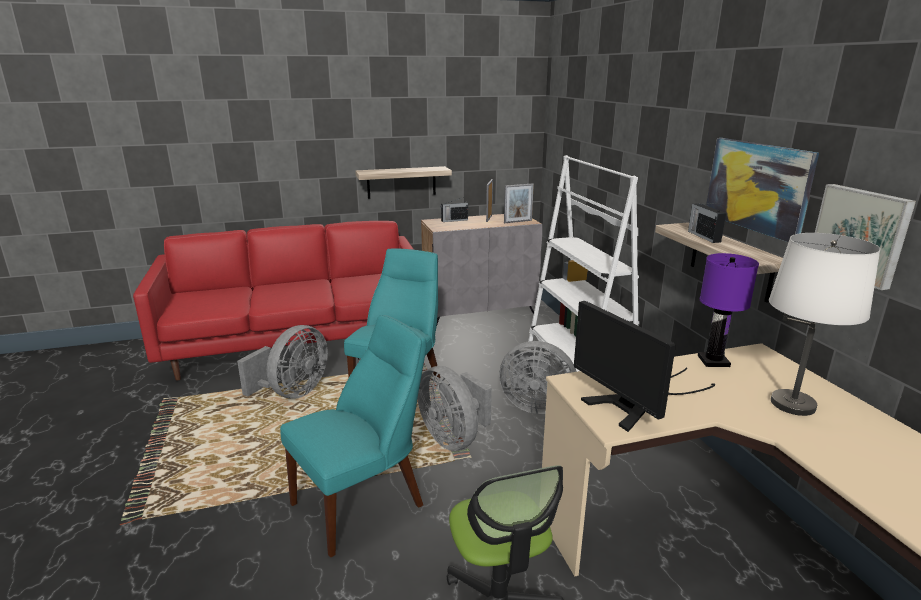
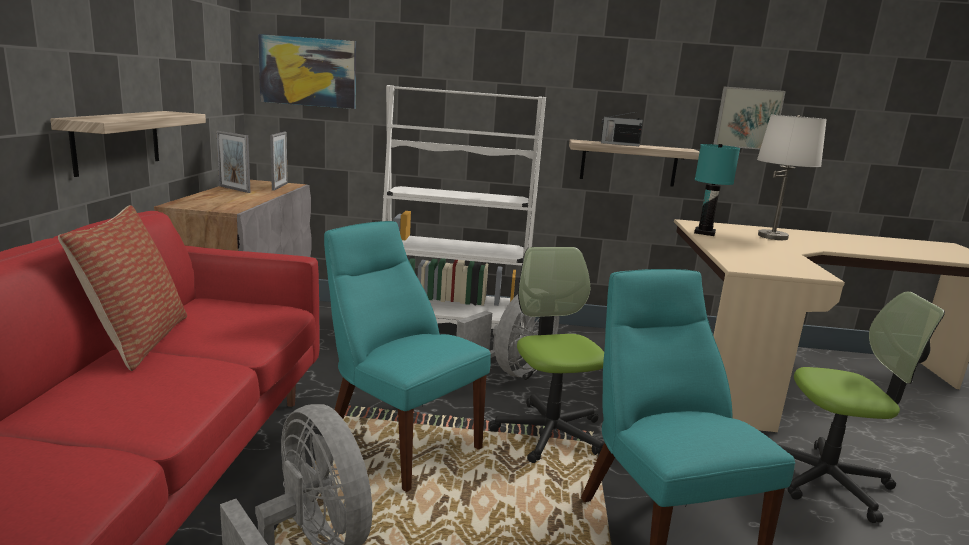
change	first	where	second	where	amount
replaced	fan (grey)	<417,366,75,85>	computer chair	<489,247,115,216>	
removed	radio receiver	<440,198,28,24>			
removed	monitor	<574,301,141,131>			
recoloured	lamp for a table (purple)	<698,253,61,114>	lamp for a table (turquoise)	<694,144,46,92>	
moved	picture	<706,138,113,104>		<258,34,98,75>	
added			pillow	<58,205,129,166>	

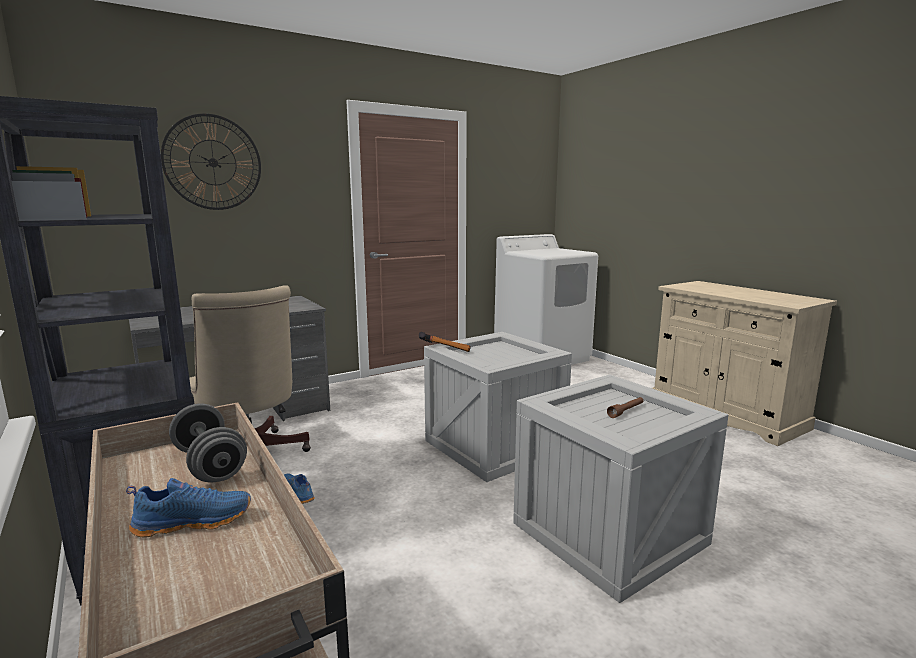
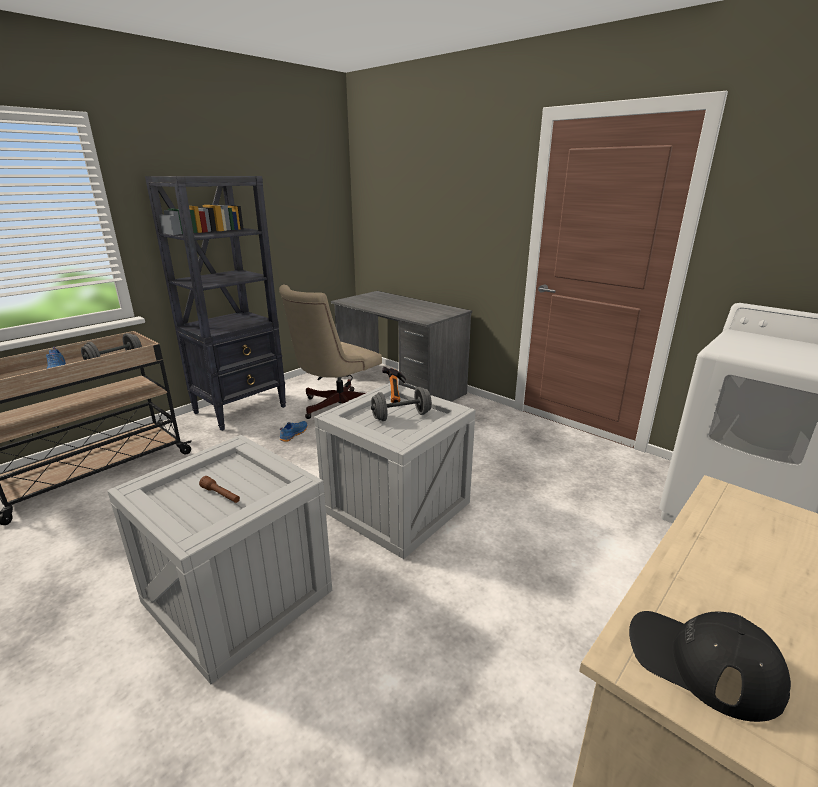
change	first	where	second	where	amount
removed	hanging clock	<161,113,100,97>			
added			free weight (grey)	<371,387,61,34>	
added			baseball cap (black-coloured)	<629,611,162,111>	

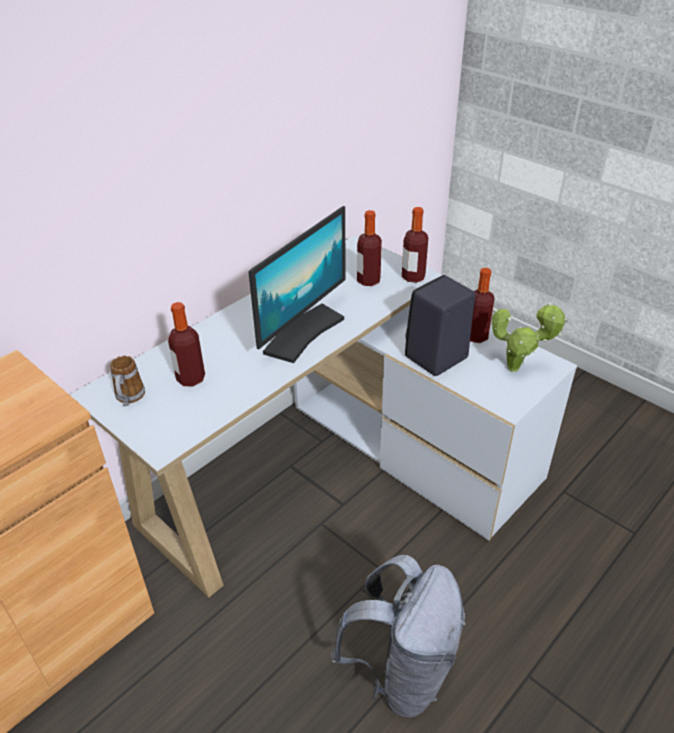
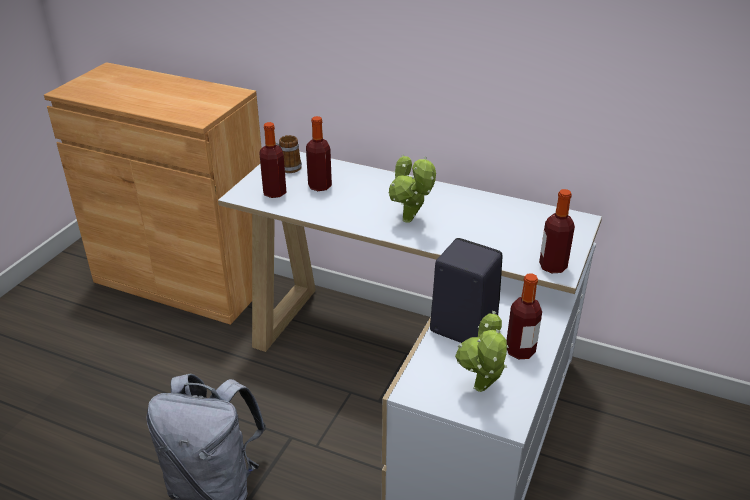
change	first	where	second	where	amount
replaced	monitor	<248,206,98,157>	houseplant	<388,155,48,68>	
moved	drink bottle	<357,210,25,76>		<259,122,27,76>	

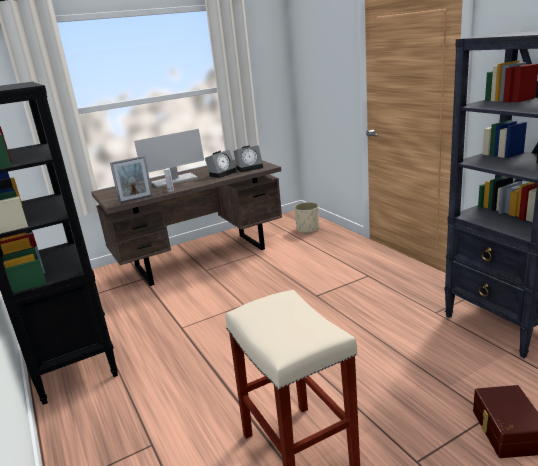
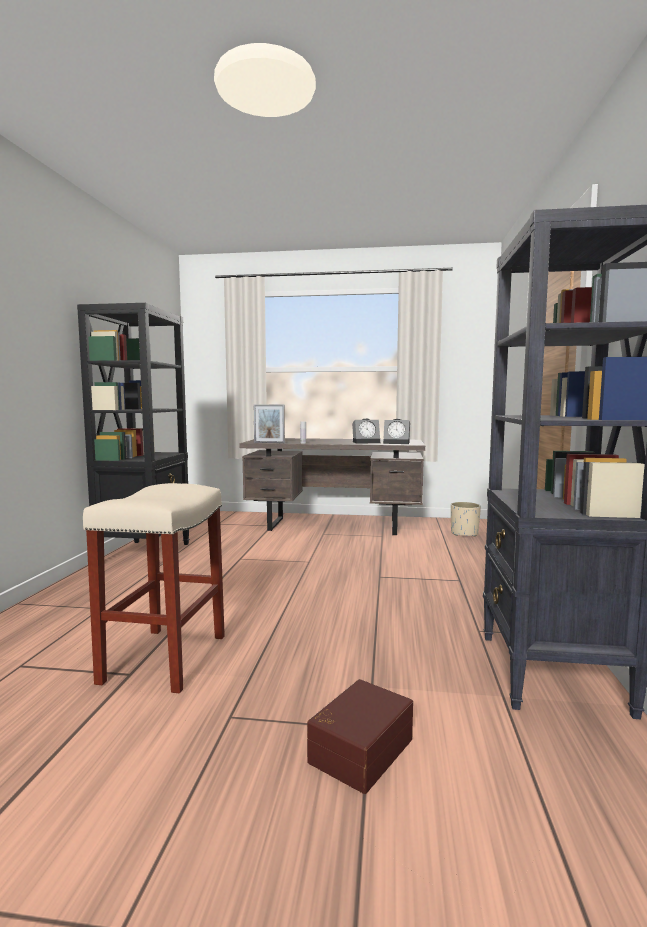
change	first	where	second	where	amount
removed	monitor	<134,129,70,58>			

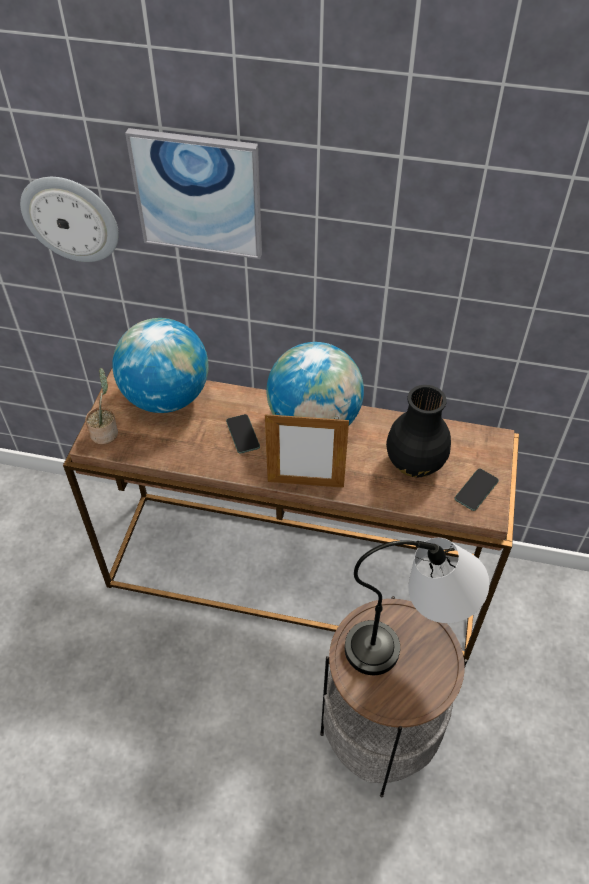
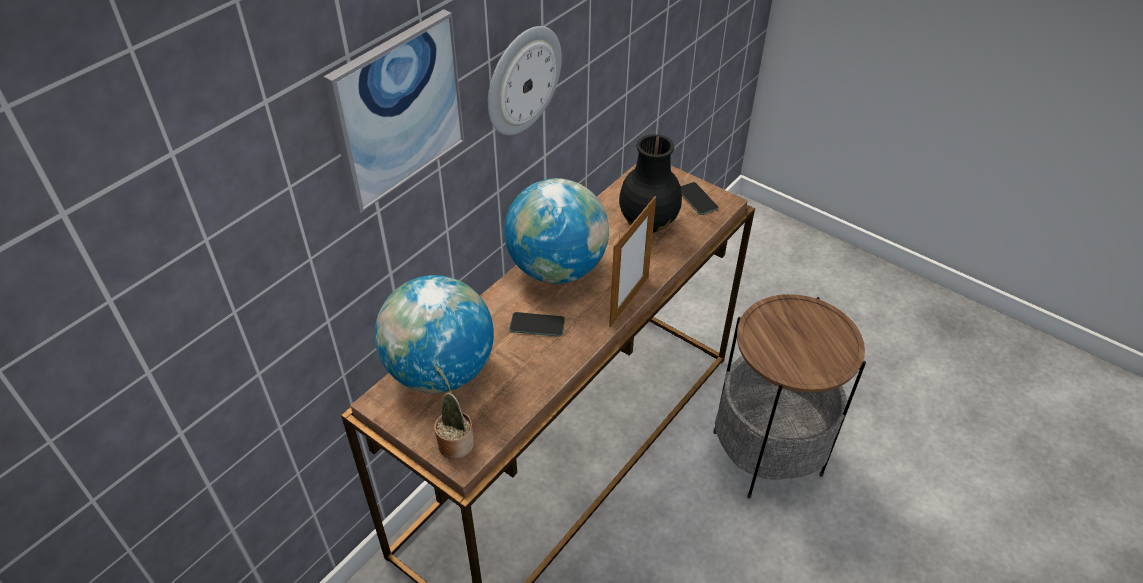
change	first	where	second	where	amount
moved	hanging clock	<20,177,99,85>		<488,26,74,109>	
removed	lamp for a table	<345,538,144,137>			

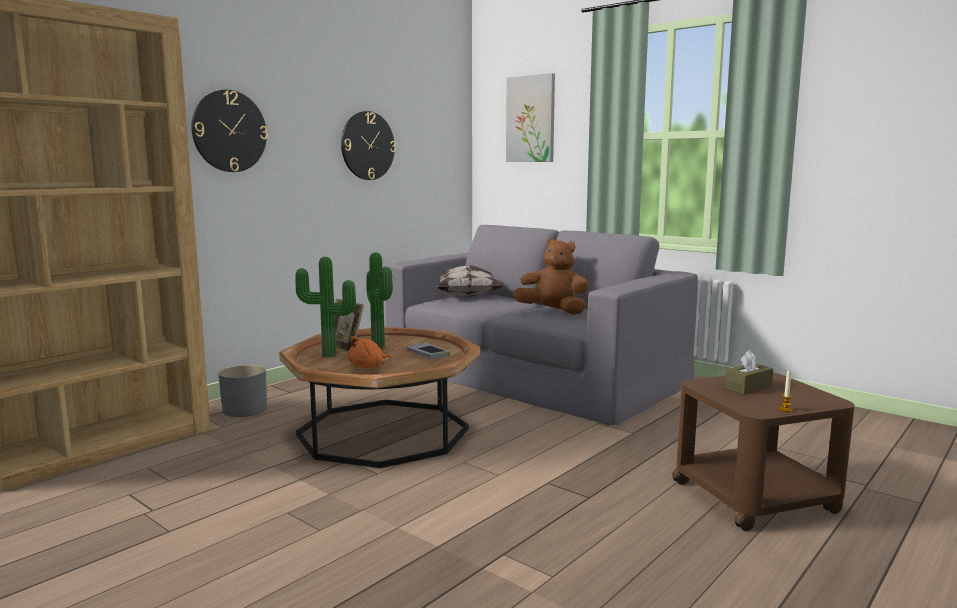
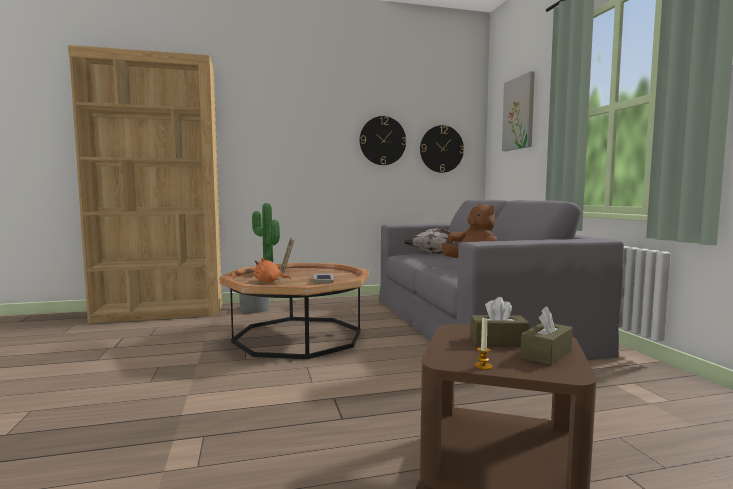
change	first	where	second	where	amount
moved	hanging clock	<191,90,77,82>		<420,125,44,48>	
removed	houseplant	<367,252,26,97>			
added			tissue holder (brownish)	<520,306,53,59>	

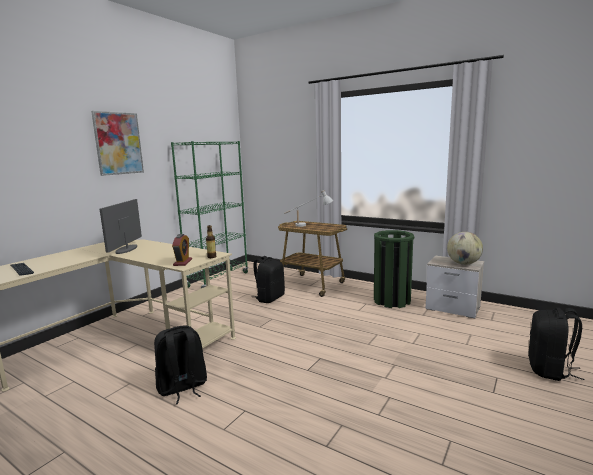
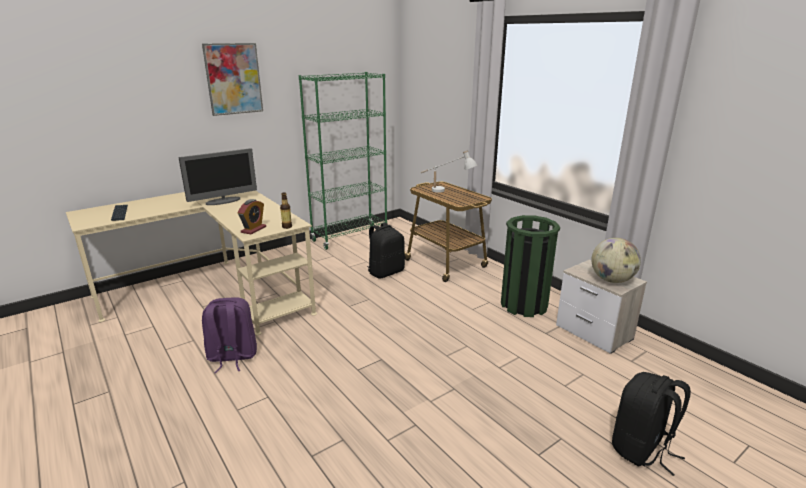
change	first	where	second	where	amount
turned	monitor	<99,199,43,55>		<179,148,78,57>	150 degrees counterclockwise
recoloured	backpack (black-coloured)	<154,325,53,79>	backpack (purple)	<202,297,55,76>	

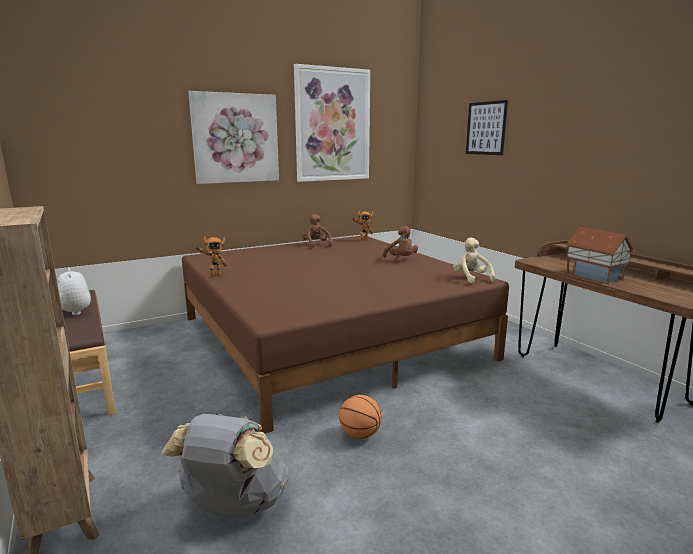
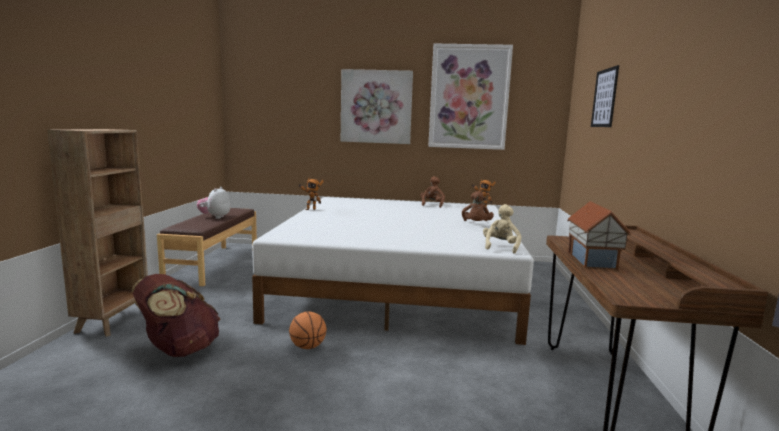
change	first	where	second	where	amount
recoloured	backpack (grey)	<162,414,127,103>	backpack (brownish)	<132,274,89,83>	
recoloured	bedroom bed (brownish)	<182,235,327,199>	bedroom bed (white-coloured)	<252,197,282,148>	

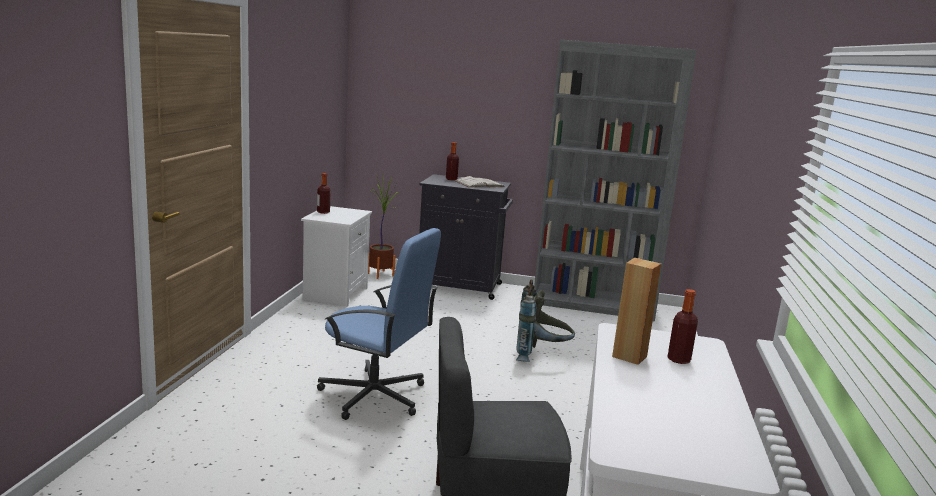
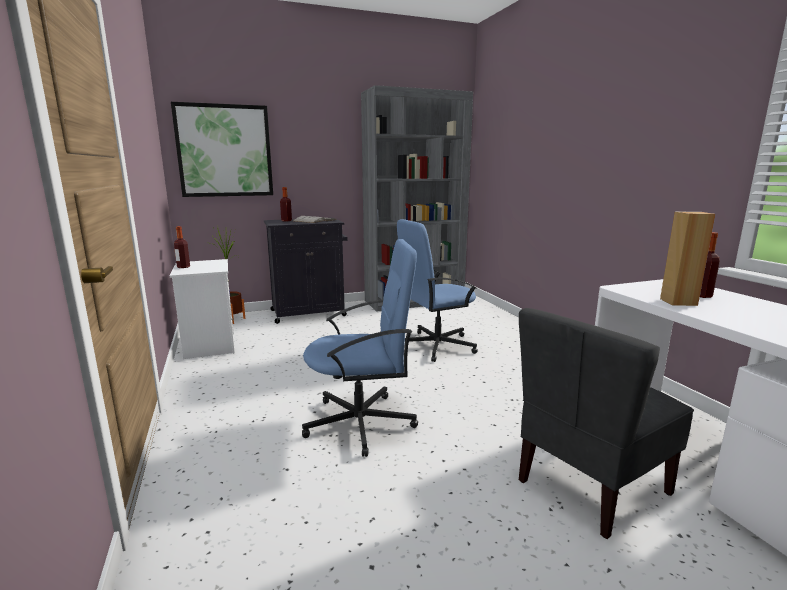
change	first	where	second	where	amount
replaced	backpack (grey)	<516,279,59,83>	computer chair (bluish)	<397,219,81,143>	
added			picture	<171,102,102,95>	

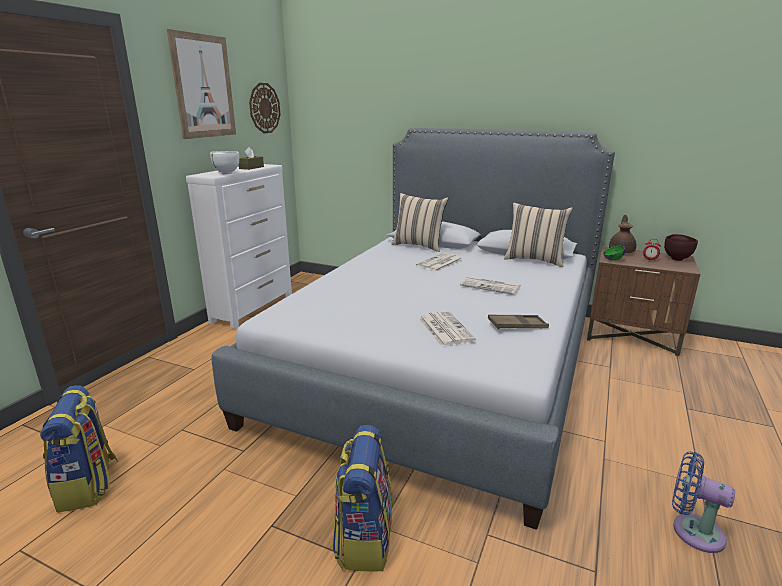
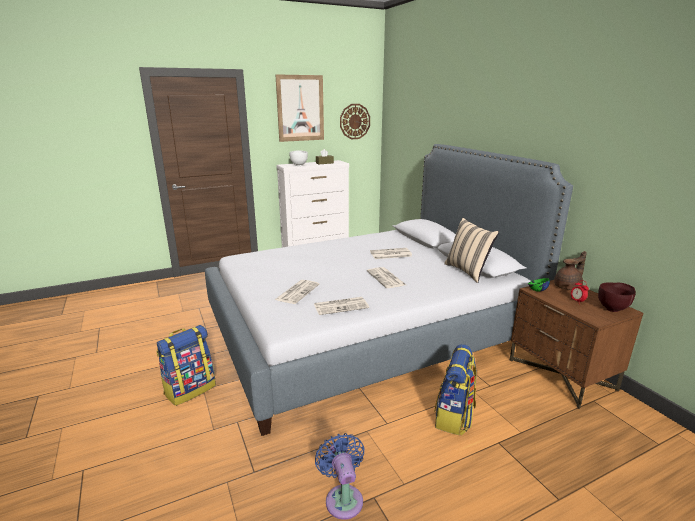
change	first	where	second	where	amount
moved	backpack	<40,385,78,127>		<435,344,42,92>	
removed	pillow (beige)	<391,193,57,59>			
replaced	carrying tray (brownish)	<488,314,61,15>	printed paper	<314,297,55,18>	

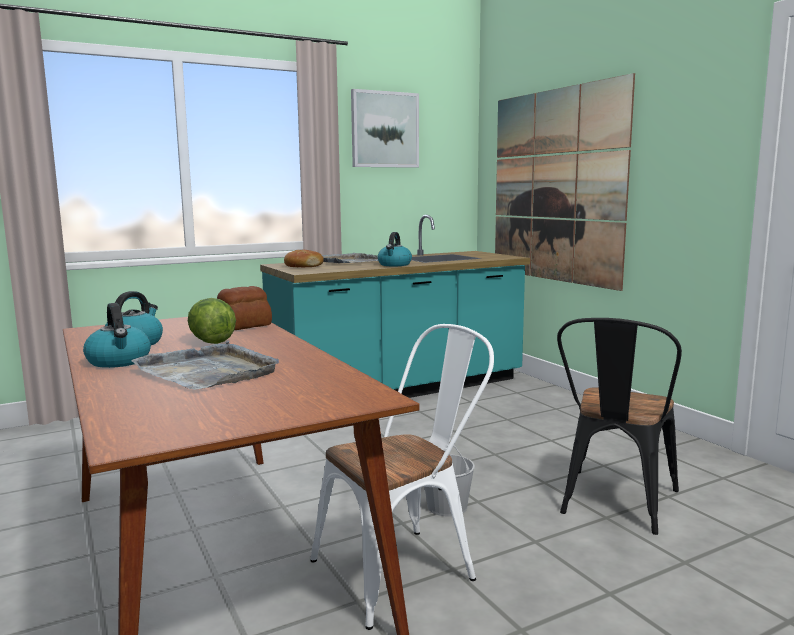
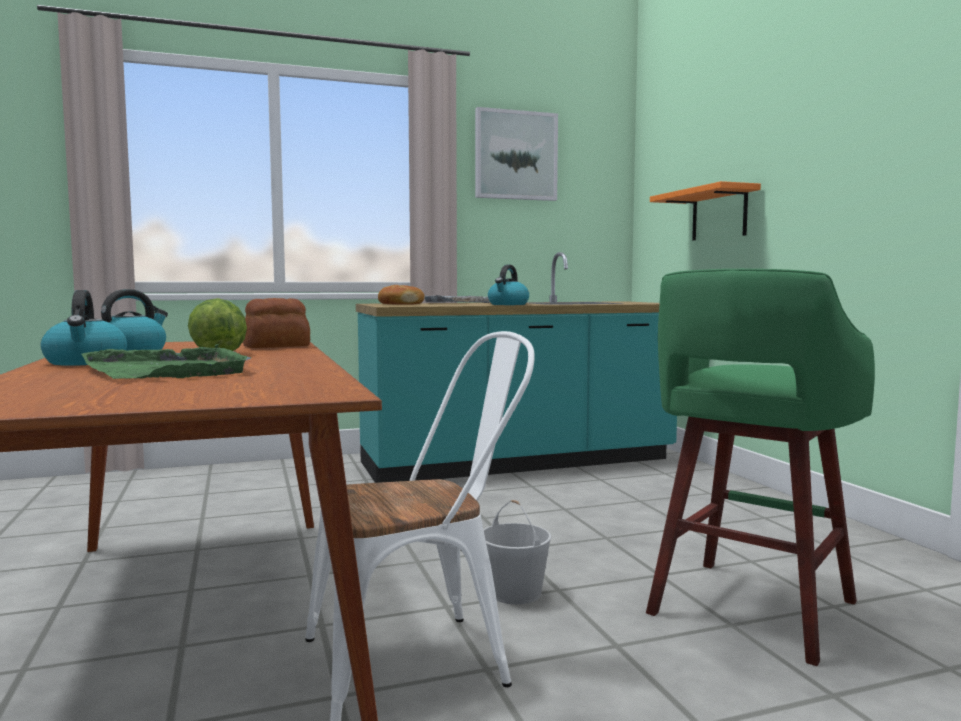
change	first	where	second	where	amount
recoloured	carrying tray (grey)	<131,341,148,49>	carrying tray (green)	<81,344,171,35>	
replaced	picture	<495,73,140,218>	shelf (orange-coloured)	<650,181,111,59>	
replaced	upright chair (black-coloured)	<557,318,125,217>	sitting stool (green)	<646,269,229,397>	

